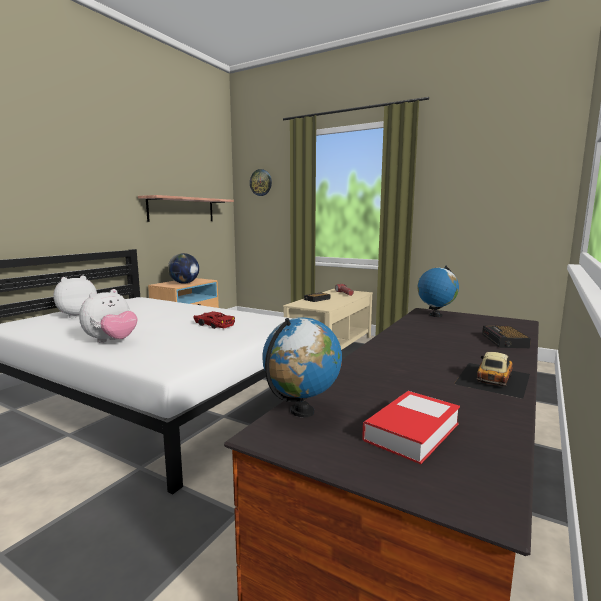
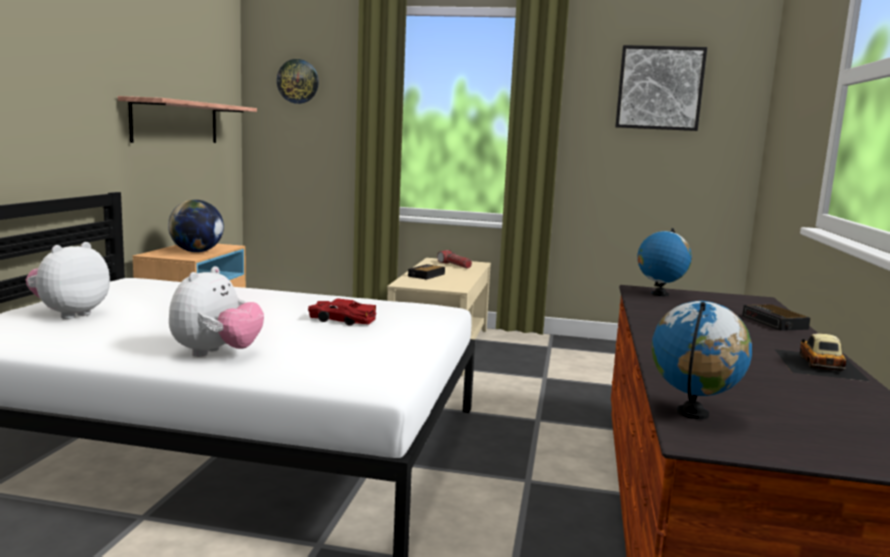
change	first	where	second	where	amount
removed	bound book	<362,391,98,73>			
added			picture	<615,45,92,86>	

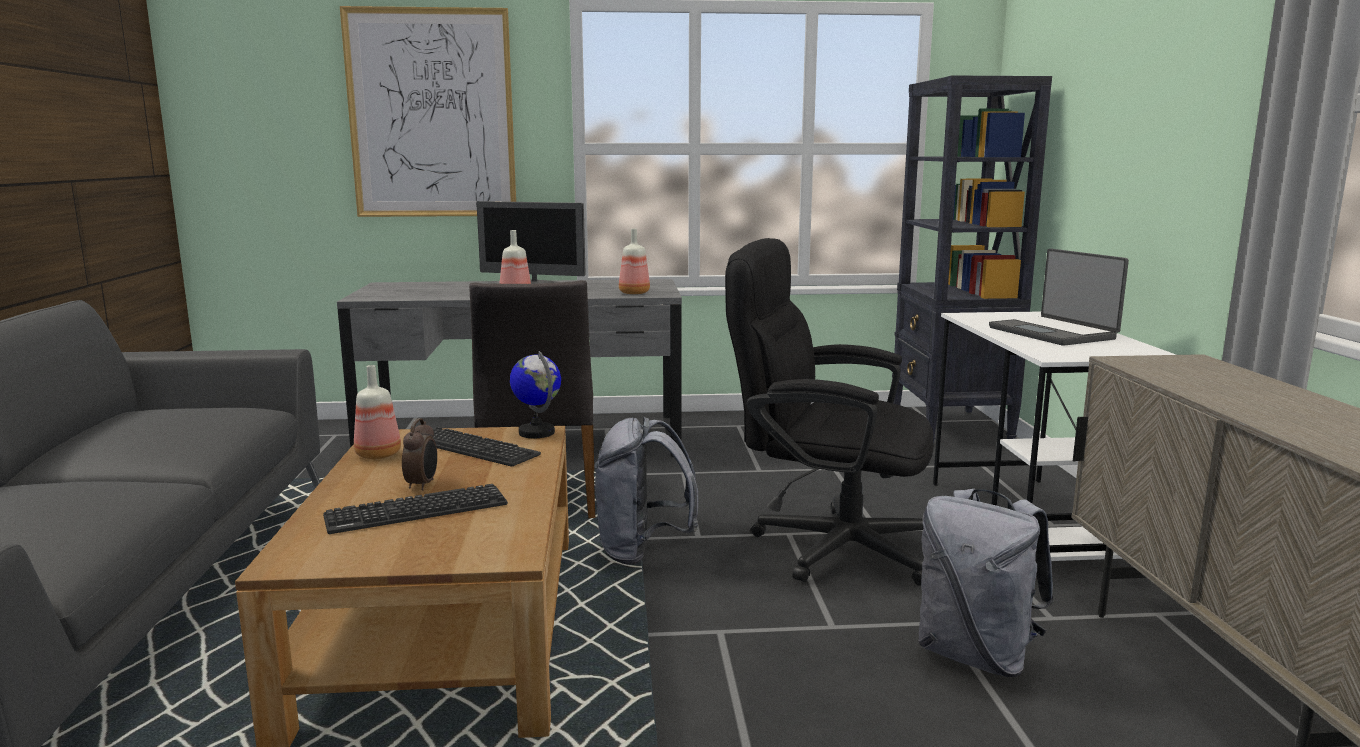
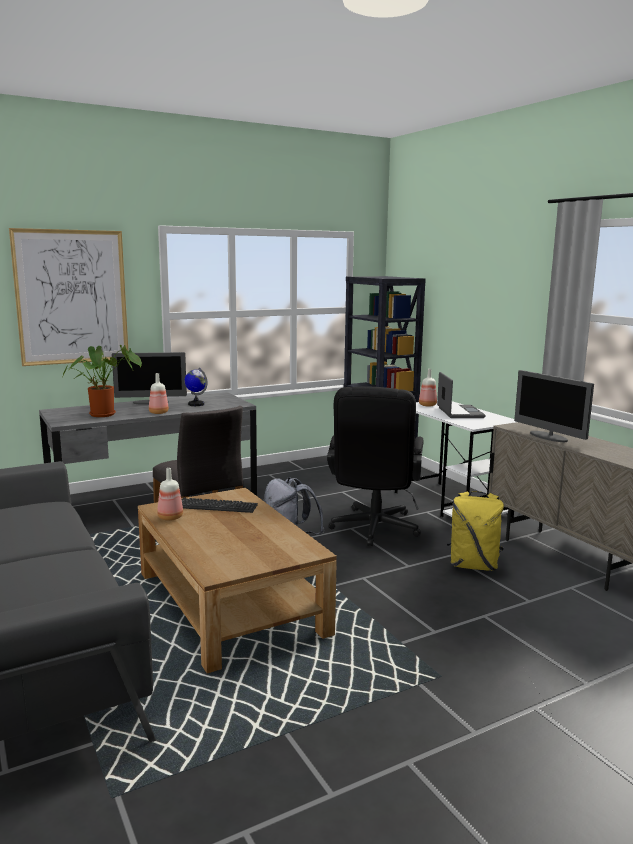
change	first	where	second	where	amount
removed	PC keyboard	<323,484,185,50>			
removed	table clock	<402,418,35,73>			
moved	globe	<510,351,51,87>		<184,367,24,39>	
moved	drink bottle	<619,229,31,65>		<419,369,18,37>	
turned	computer chair (black-coloured)	<725,238,209,348>		<327,387,97,159>	75 degrees counterclockwise
recoloured	backpack (grey)	<918,489,136,188>	backpack (yellow-coloured)	<447,491,57,80>	
turned	portable computer	<989,249,140,97>		<437,372,49,46>	135 degrees counterclockwise
added			houseplant	<63,345,79,72>	
added			monitor	<514,370,80,72>	

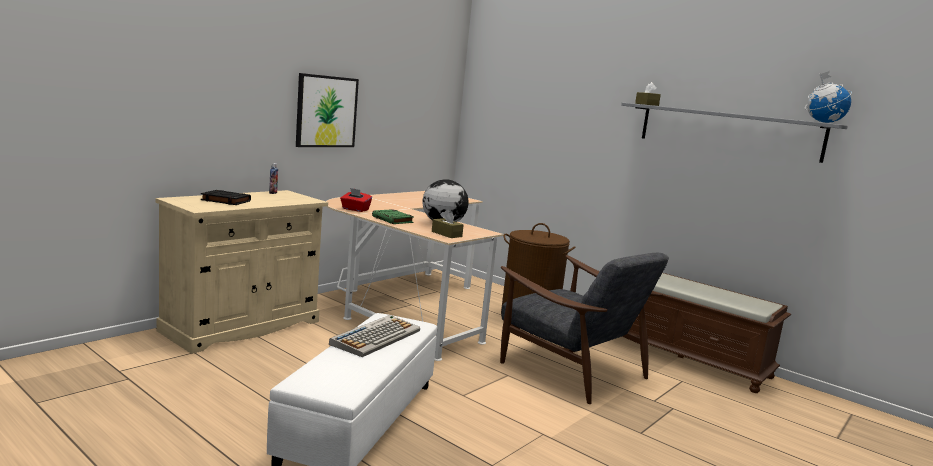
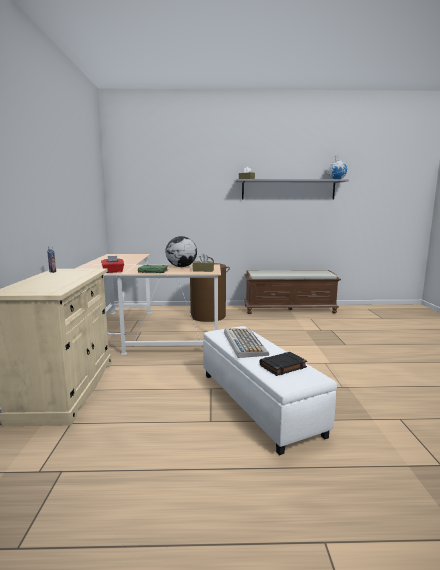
change	first	where	second	where	amount
moved	bound book (black-coloured)	<201,190,50,15>		<259,352,48,24>	
removed	picture	<296,73,63,74>			
removed	easy chair (grey)	<500,253,169,151>			

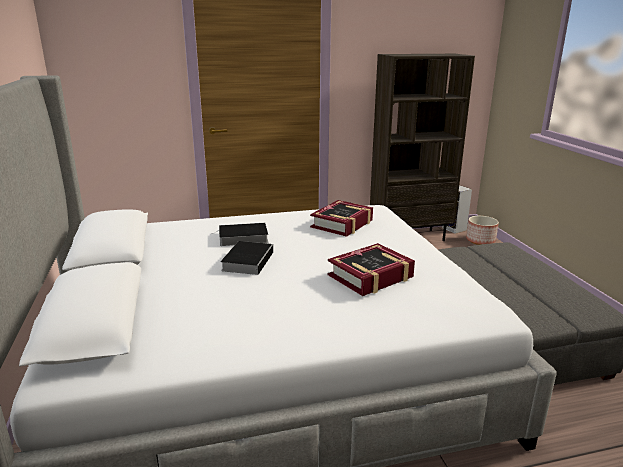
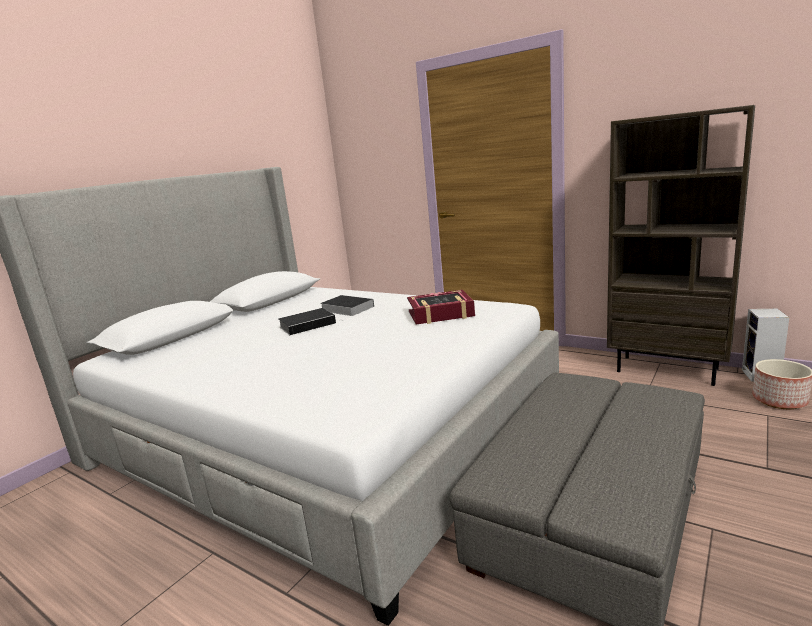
change	first	where	second	where	amount
removed	bound book	<327,243,88,53>			

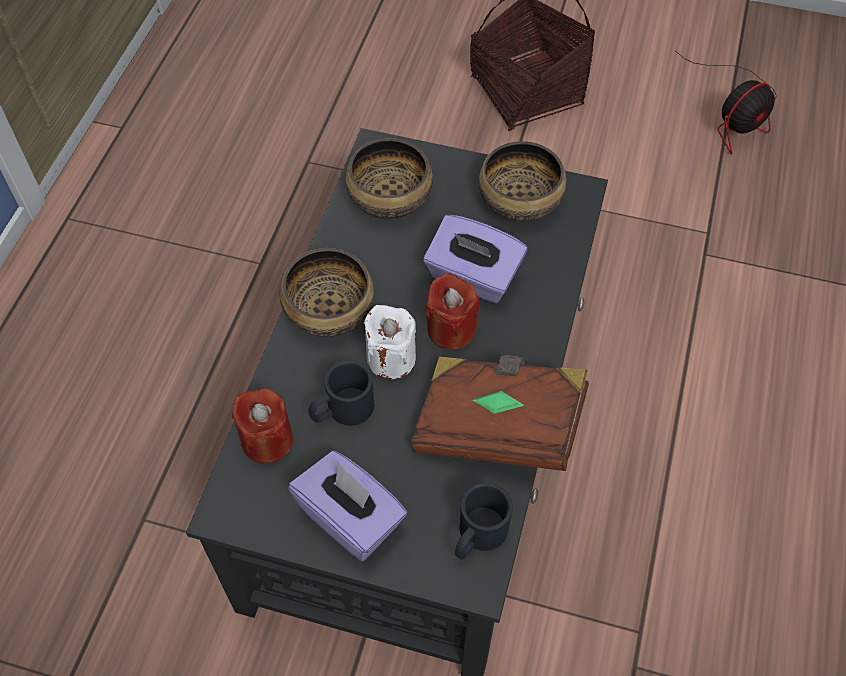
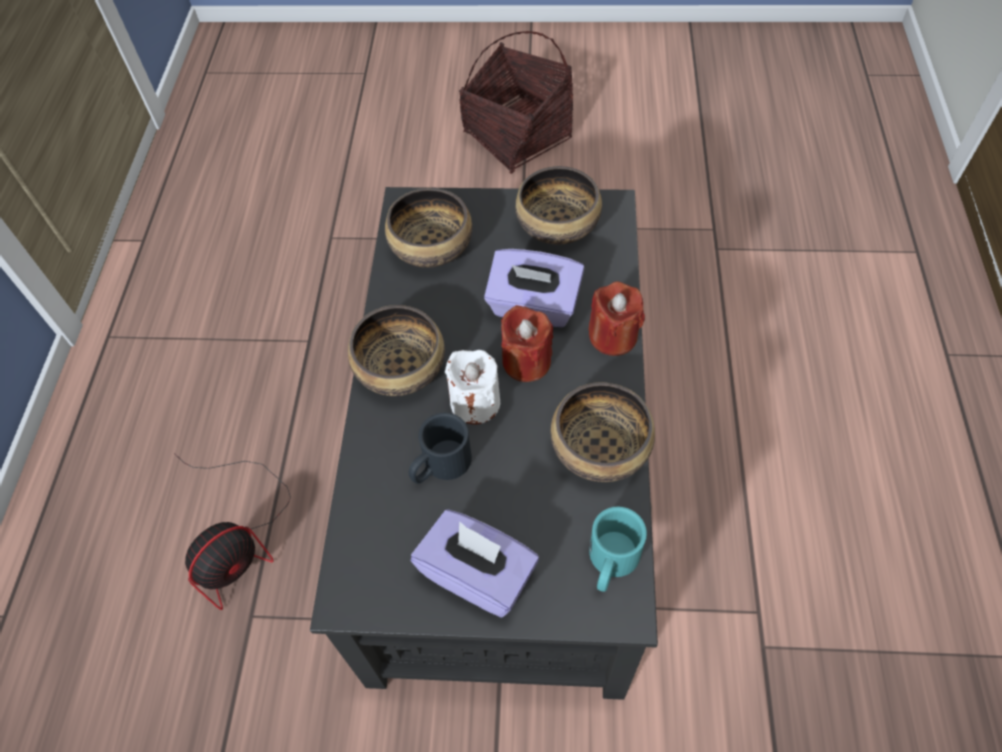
change	first	where	second	where	amount
moved	wax candle (reddish)	<232,388,61,76>		<588,281,57,75>	
replaced	bound book (brownish)	<411,355,178,116>	serving bowl	<550,382,105,100>	
recoloured	coffee mug (black-coloured)	<455,482,58,78>	coffee mug (turquoise)	<589,507,58,85>	
moved	fan	<675,51,102,103>		<174,453,117,157>	

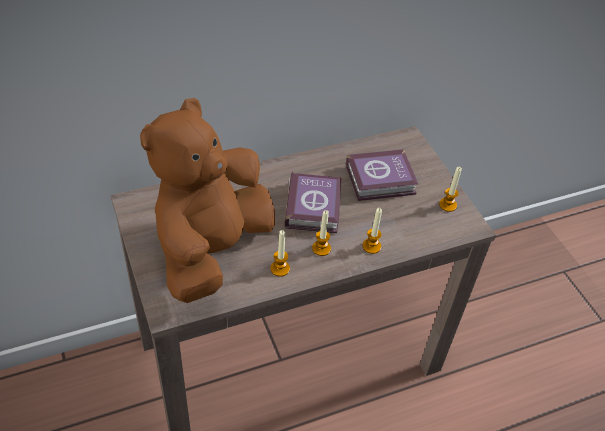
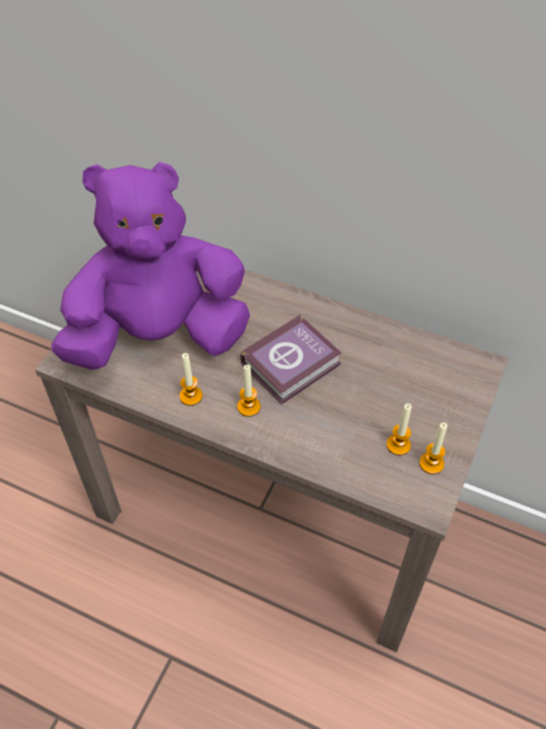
change	first	where	second	where	amount
recoloured	soft toy (brownish)	<140,98,135,205>	soft toy (purple)	<51,162,199,208>	
removed	bound book	<346,149,72,52>			
moved	wax candle	<362,208,20,46>		<387,403,25,53>	

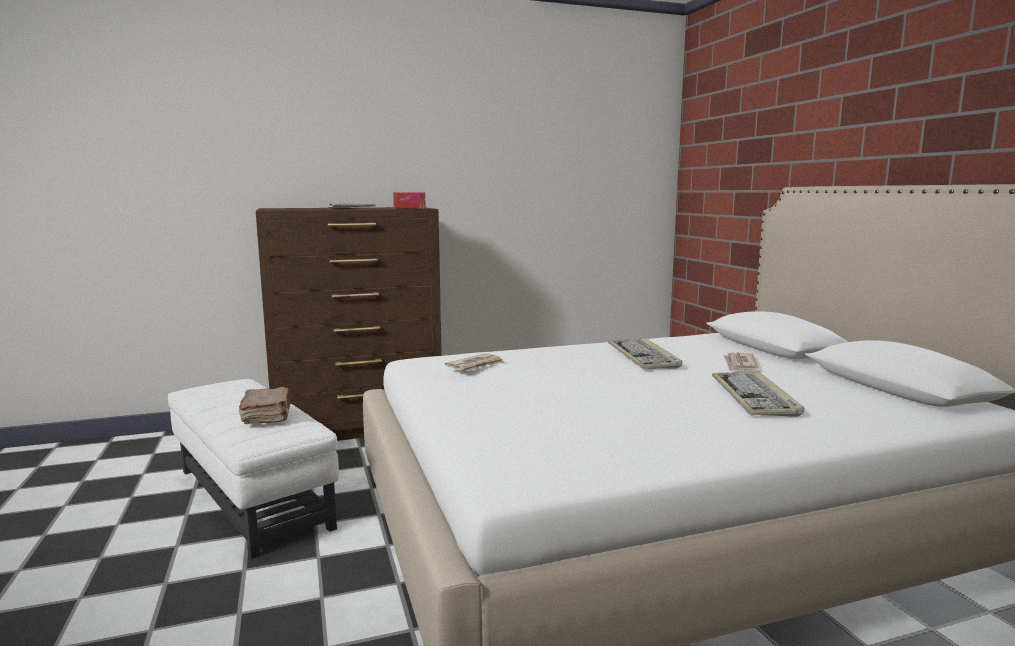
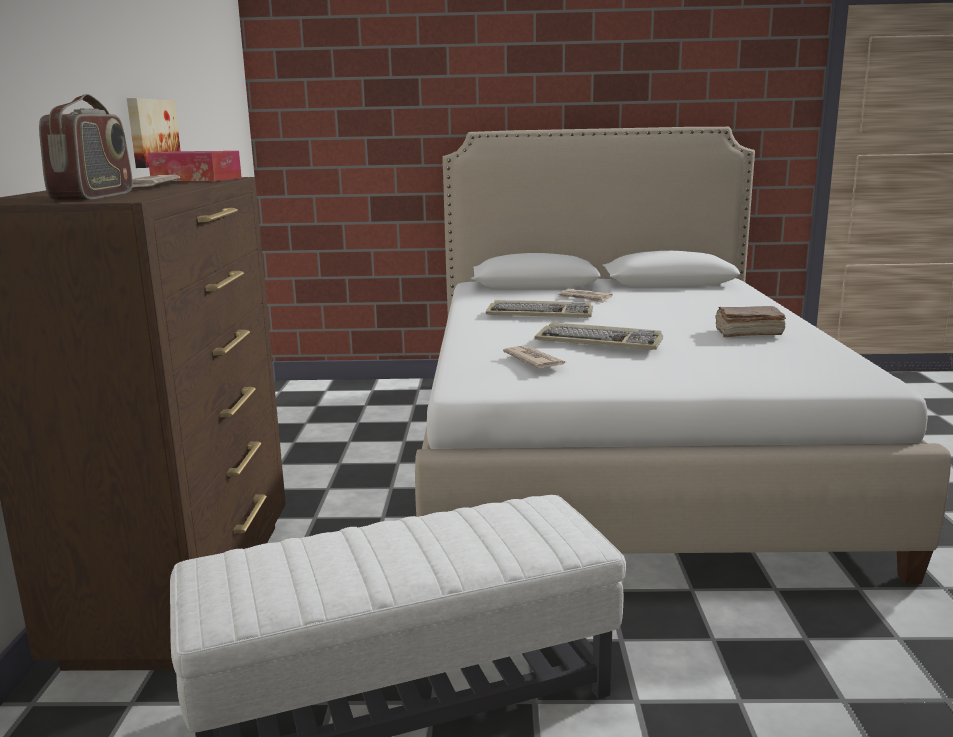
change	first	where	second	where	amount
moved	bound book (brownish)	<239,387,52,37>		<715,306,71,31>	
moved	PC keyboard	<712,371,92,46>		<534,323,129,27>	
added			radio receiver	<39,94,94,106>	
added			picture	<127,98,54,70>	

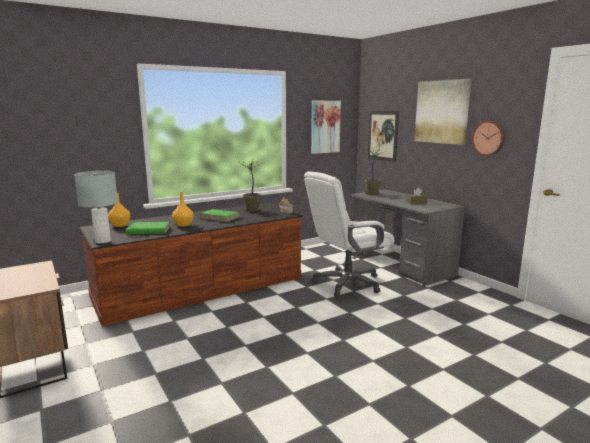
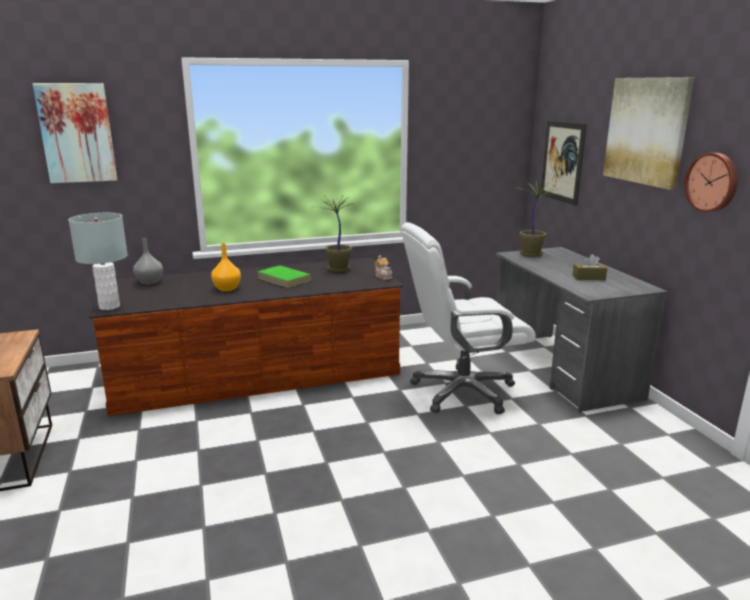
change	first	where	second	where	amount
recoloured	vase (orange-coloured)	<108,192,22,35>	vase (grey)	<133,238,30,47>	
removed	bound book (green)	<126,222,44,12>			
moved	picture	<311,100,30,54>		<33,83,84,100>	

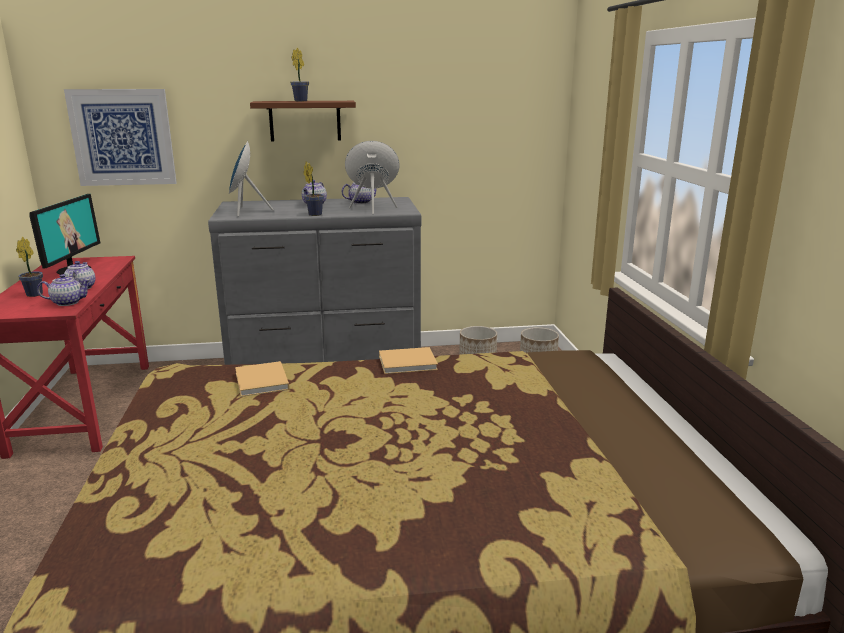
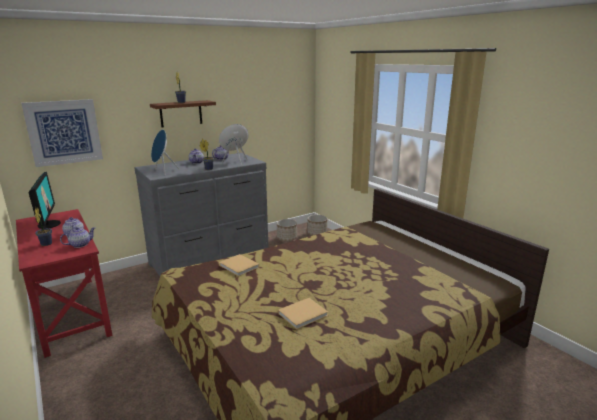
change	first	where	second	where	amount
moved	bound book (beige)	<379,347,59,27>		<278,298,50,32>	

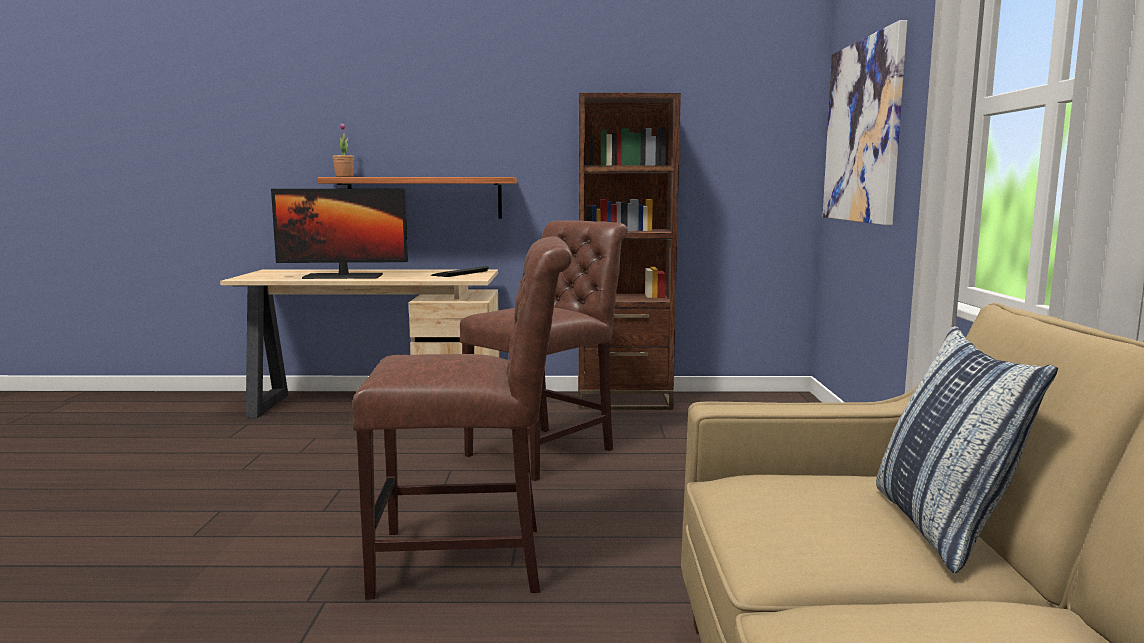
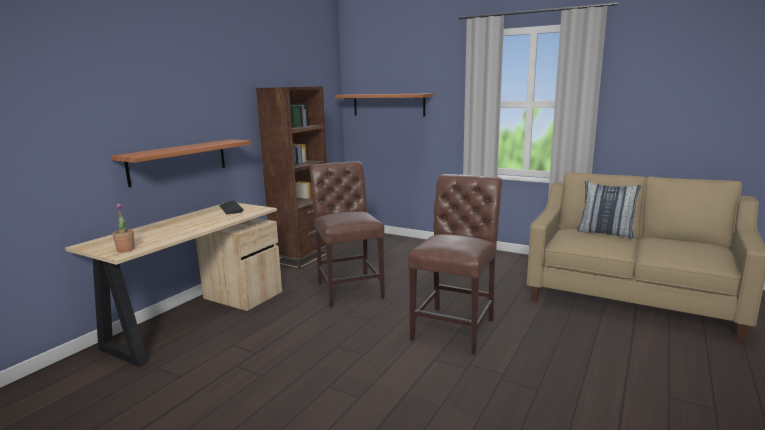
change	first	where	second	where	amount
removed	monitor	<271,189,137,90>			
moved	houseplant	<333,123,21,54>		<112,204,23,48>	
replaced	picture	<823,20,84,205>	shelf	<335,94,98,22>	

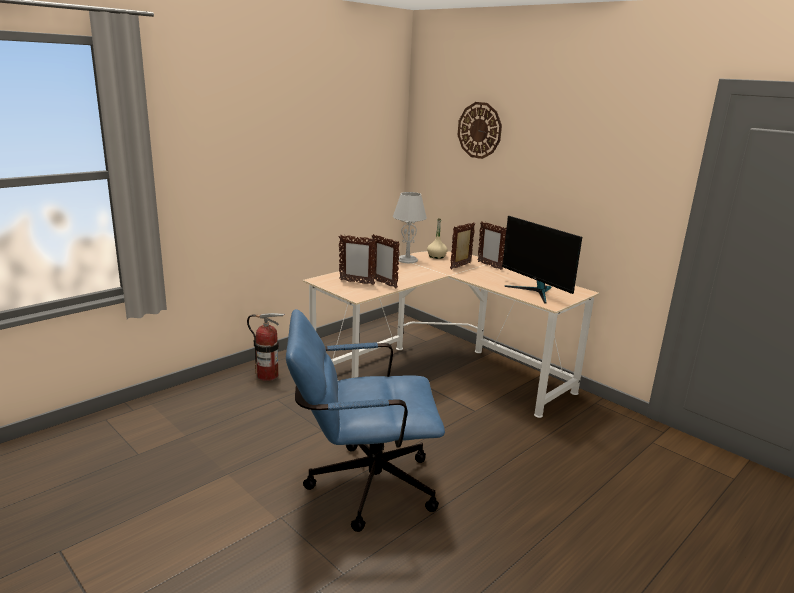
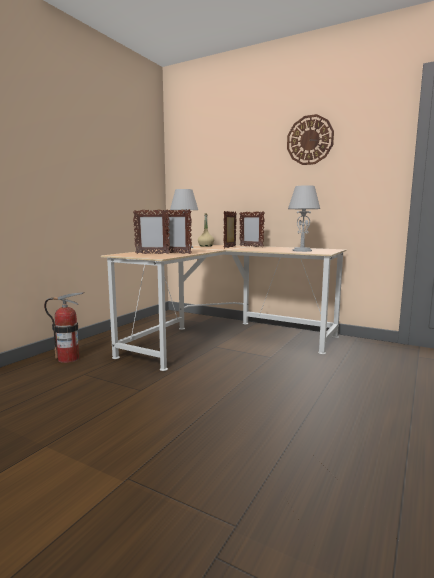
change	first	where	second	where	amount
removed	computer chair (bluish)	<286,309,159,223>			
moved	hanging clock	<458,102,44,57>		<287,114,47,51>	
replaced	monitor	<502,216,80,88>	lamp for a table (grey)	<288,185,32,67>	

